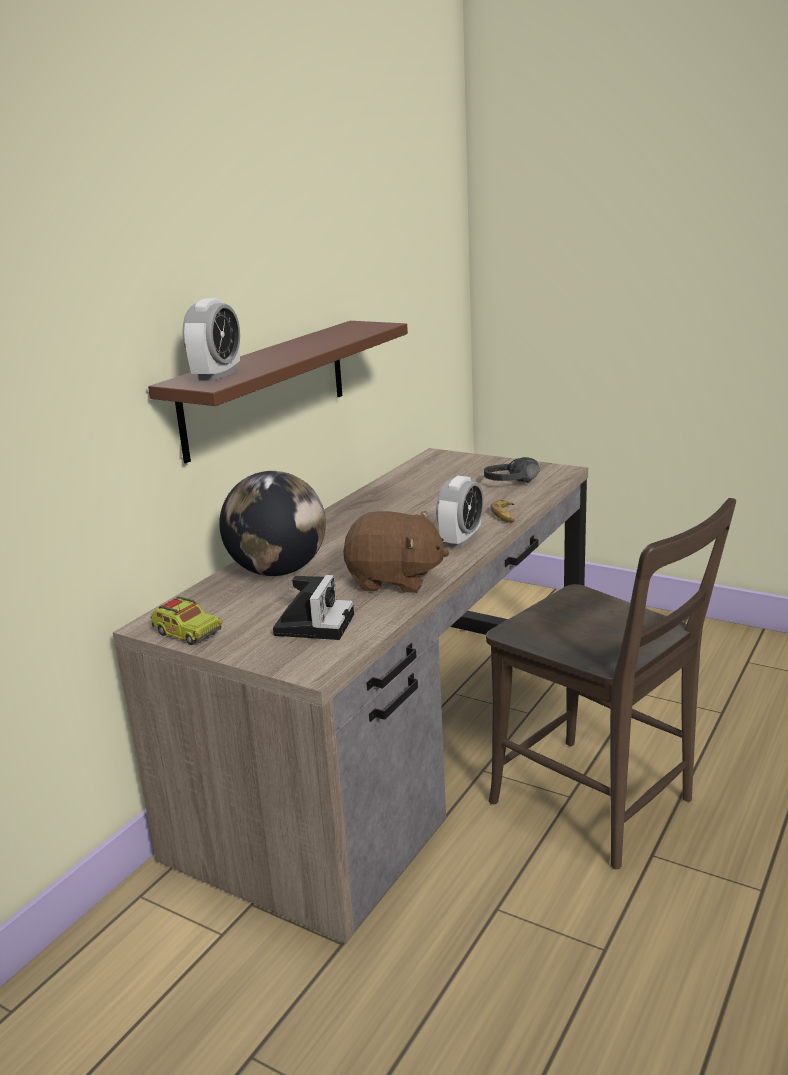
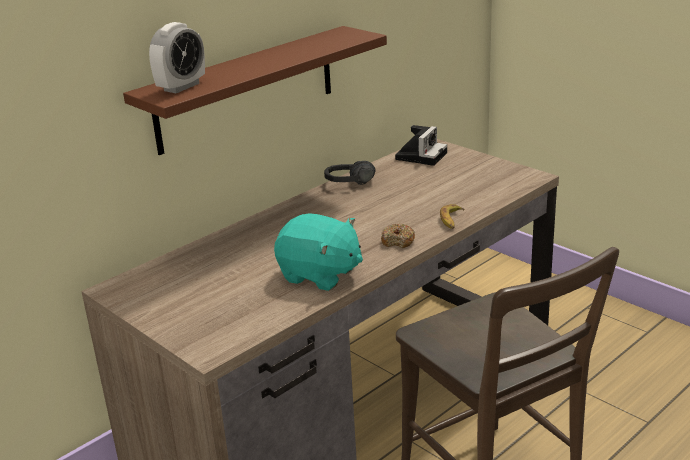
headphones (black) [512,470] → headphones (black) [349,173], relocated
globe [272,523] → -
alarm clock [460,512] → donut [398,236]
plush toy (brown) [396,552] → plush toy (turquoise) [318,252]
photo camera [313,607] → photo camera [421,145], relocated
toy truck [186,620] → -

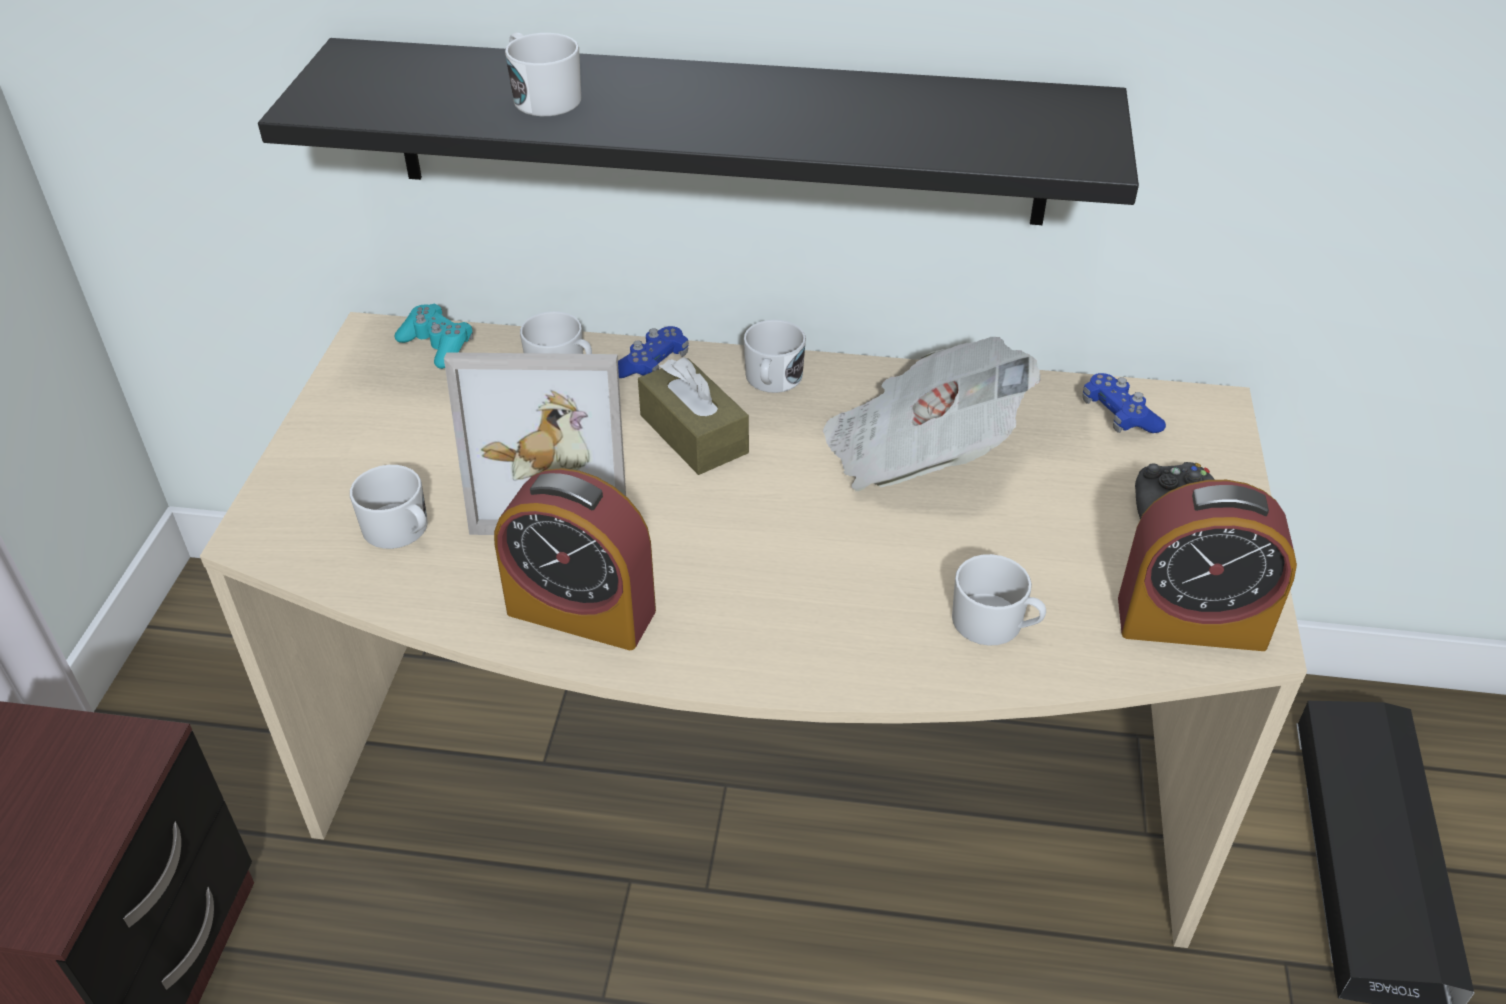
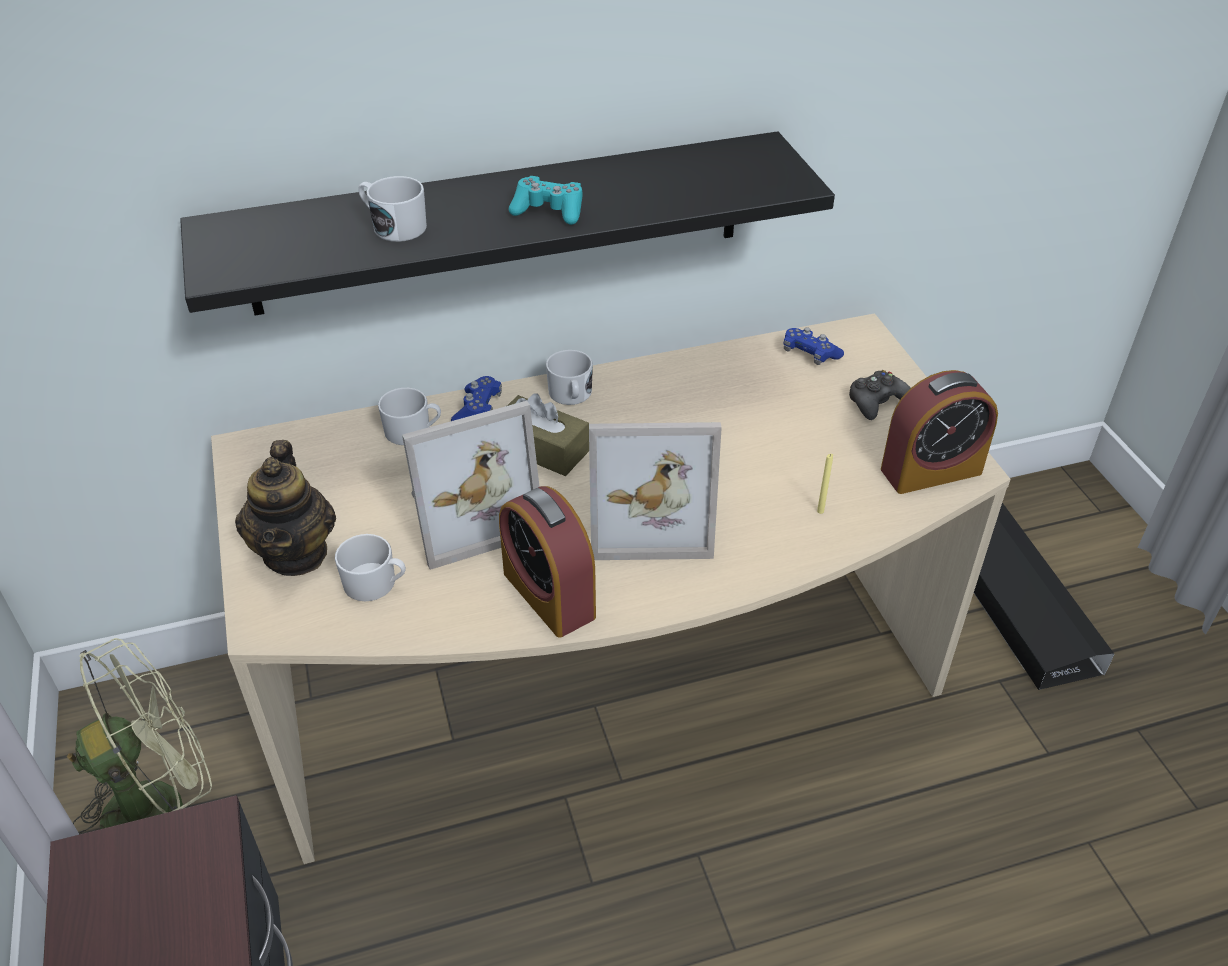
game controller (turquoise) [434,336] → game controller (turquoise) [545,200], relocated
newspaper [931,414] → -
alarm clock [575,559] → alarm clock [547,562], 60 degrees clockwise
mug (white) [999,600] → candle (yellow) [825,484]
- → picture frame [655,491]
- → teapot [285,508]
- → fan (green) [139,735]

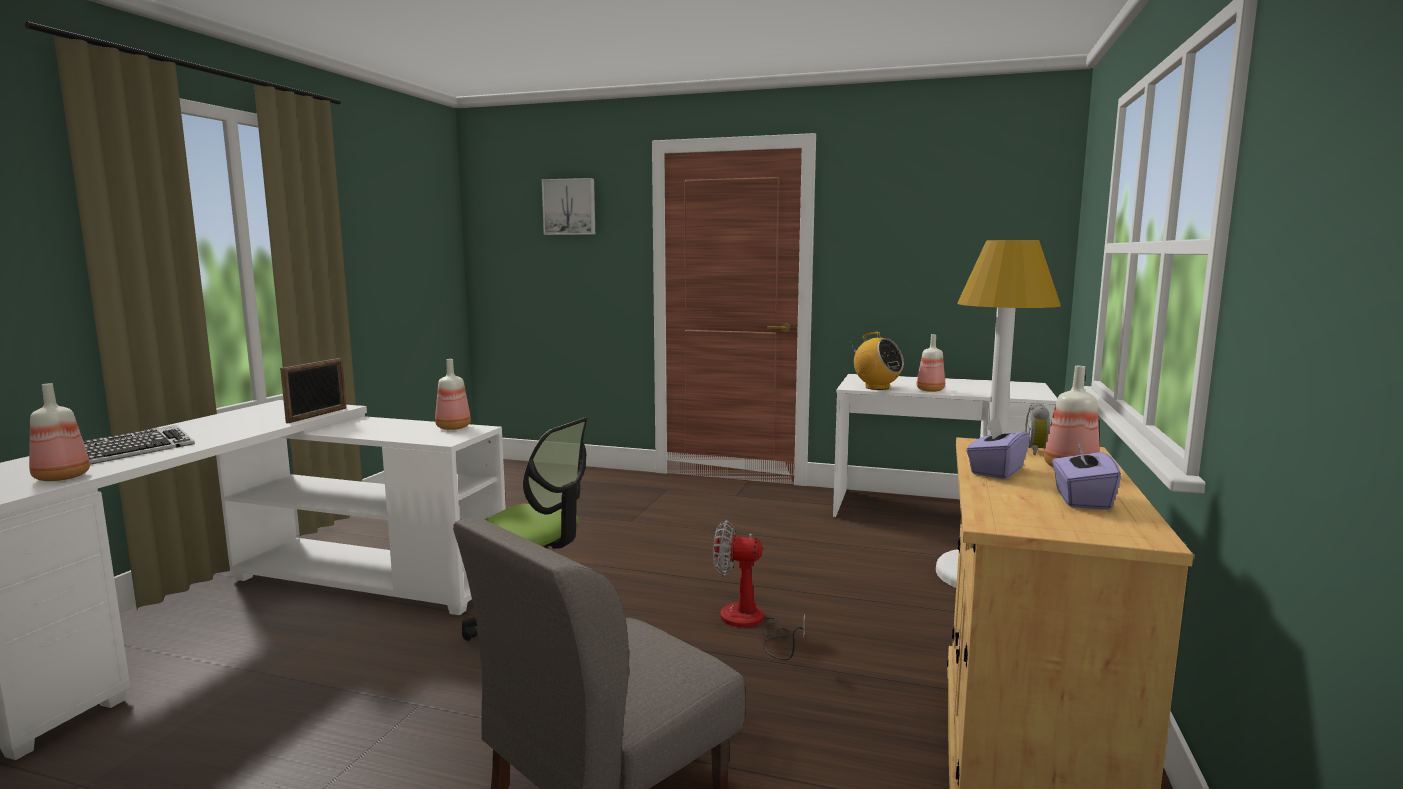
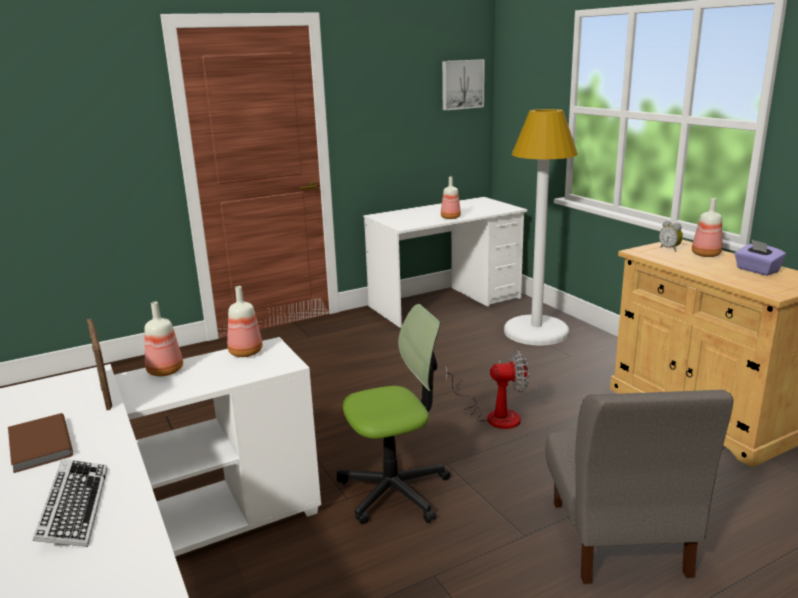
picture [568,206] → picture [463,84], relocated
radio [877,361] → -
bottle [59,432] → bottle [164,339], relocated
tissue box (purple) [998,447] → -
fan [759,590] → fan [487,389], 150 degrees counterclockwise
- → book (brown) [40,443]

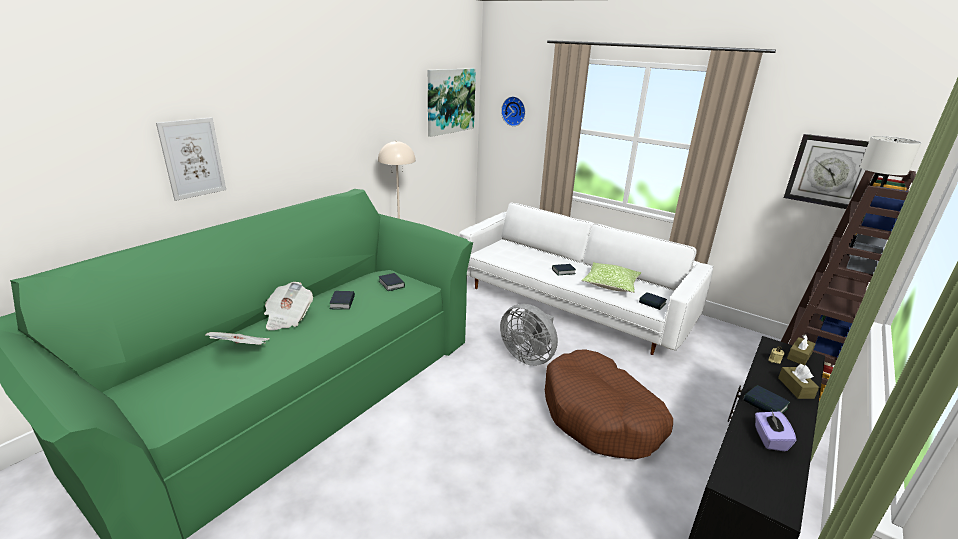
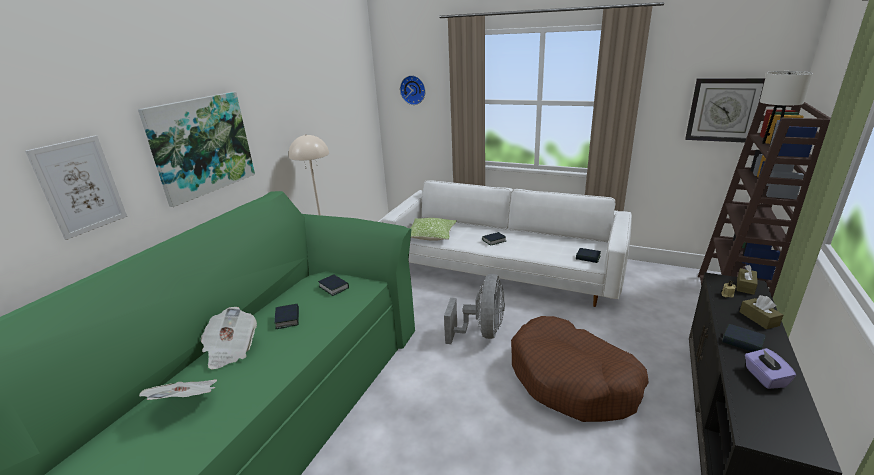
picture [452,102] → picture [196,149], relocated
pillow [611,277] → pillow [434,229], relocated
fan (grey) [529,335] → fan (grey) [474,309], 105 degrees counterclockwise

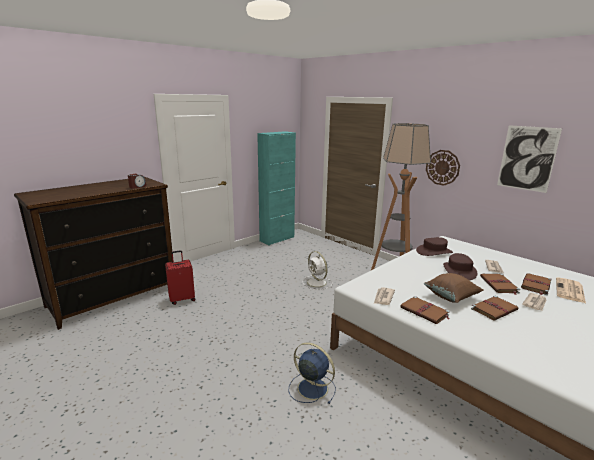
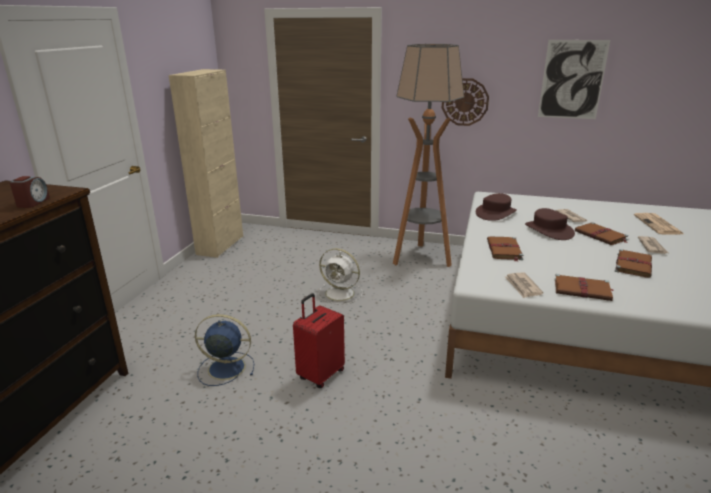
cabinet (turquoise) [276,188] → cabinet (beige) [206,163]
suitcase (red) [180,277] → suitcase (red) [319,341], relocated
pillow (brown) [454,288] → -
book (brown) [536,284] → book (brown) [505,249], relocated
fan (blue) [312,373] → fan (blue) [224,350], relocated

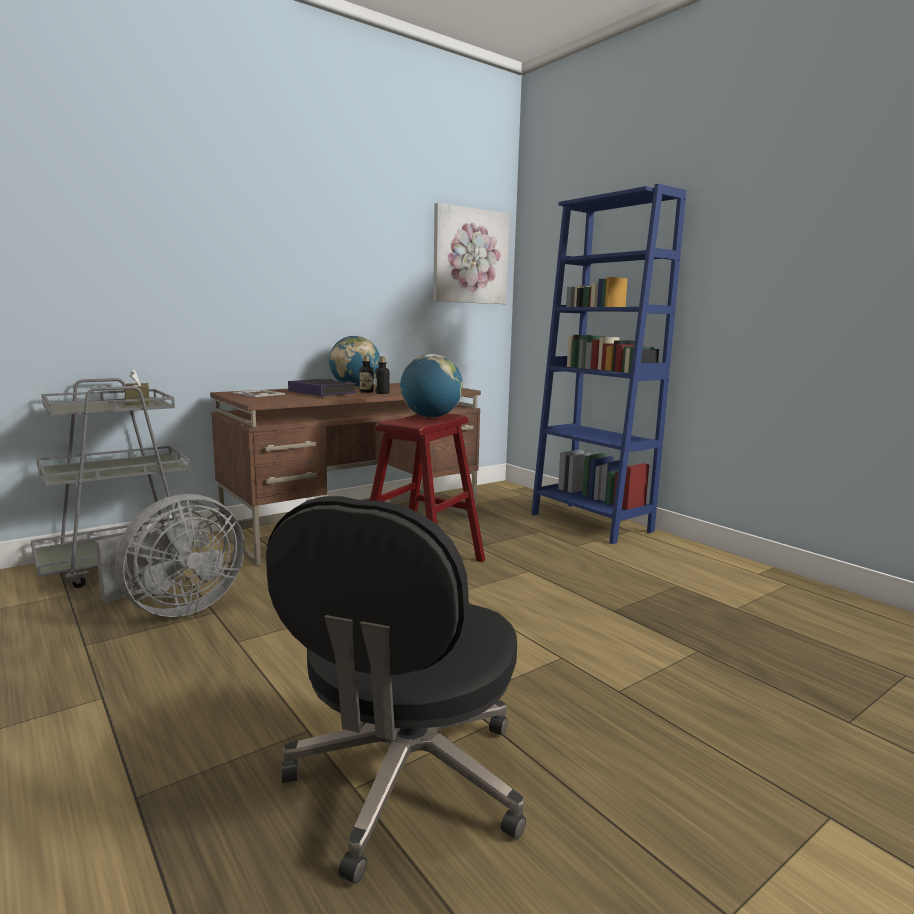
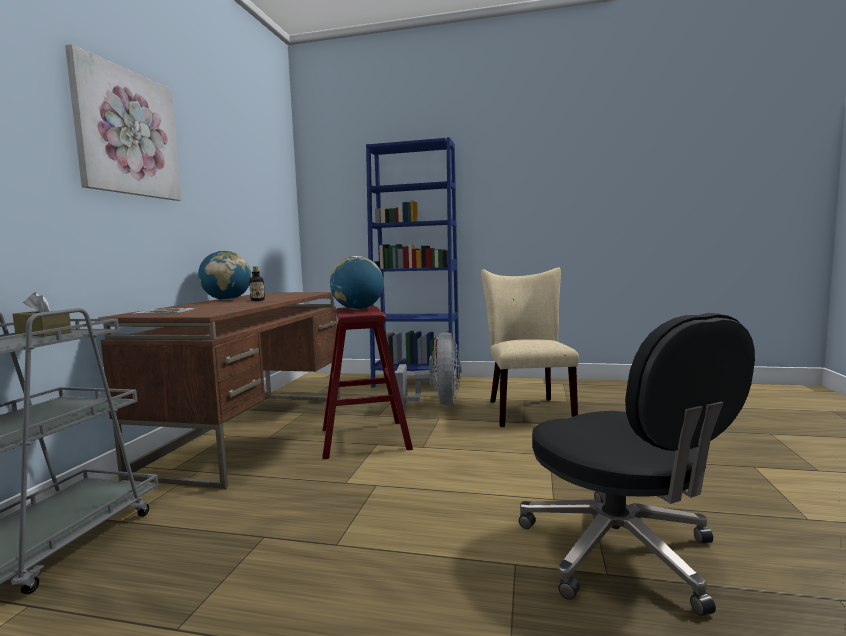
picture [471,253] → picture [123,122], relocated
bottle [382,375] → -
book [322,387] → -
fan (grey) [170,555] → fan (grey) [428,371], relocated
- → chair (beige) [530,347]

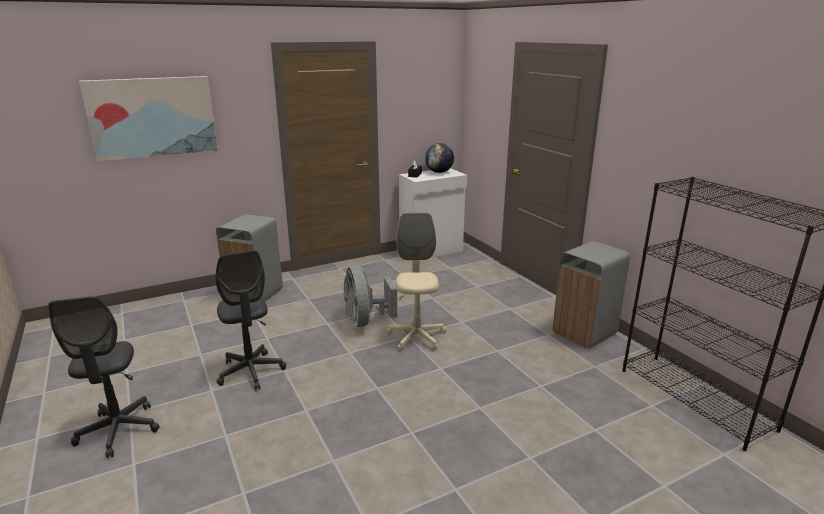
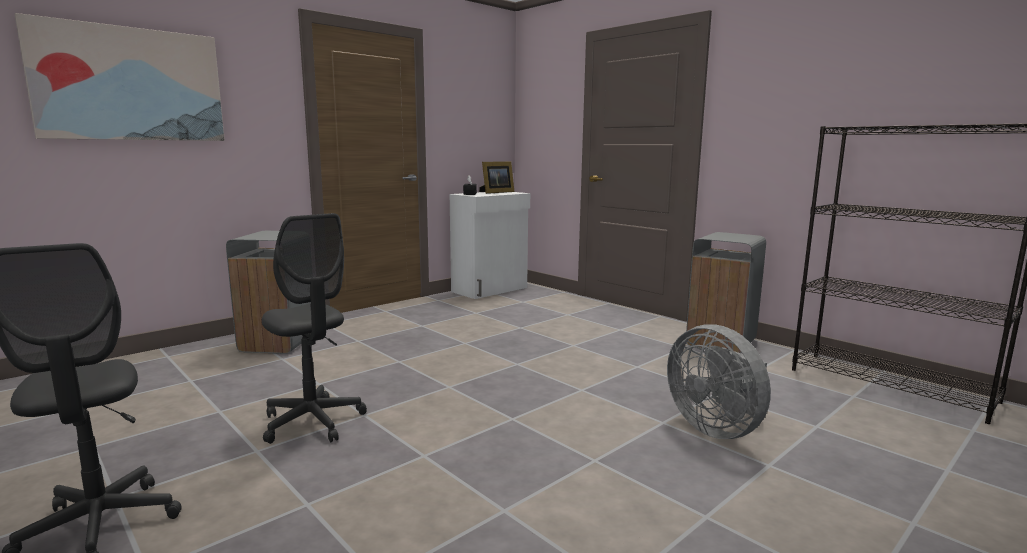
globe [439,158] → picture frame [496,177]
office chair (beige) [416,282] → -
fan (grey) [370,296] → fan (grey) [719,381], relocated

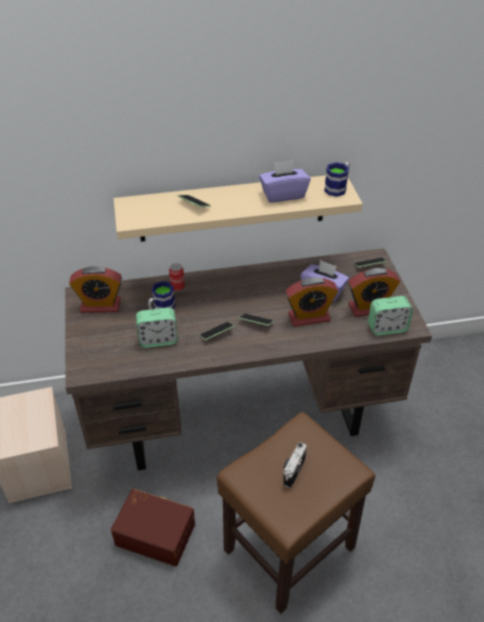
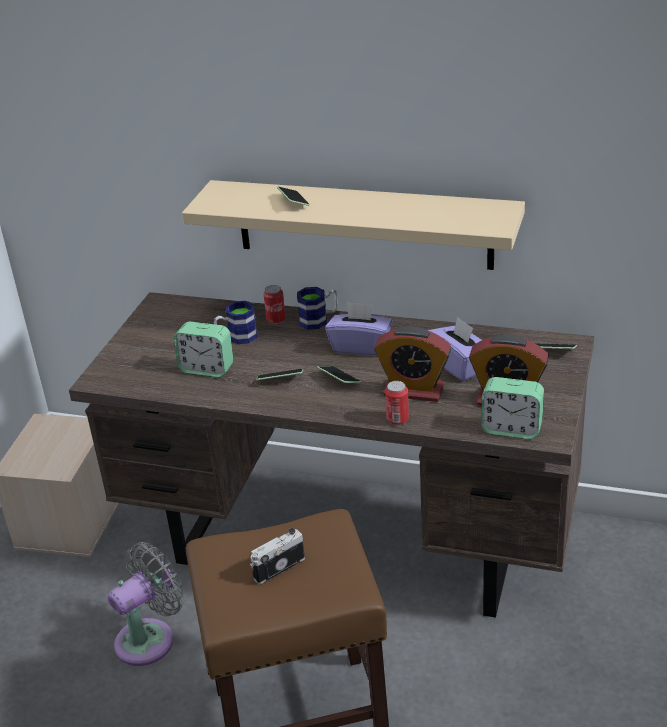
tissue box (purple) [285,181] → tissue box (purple) [358,329], relocated
mug [337,179] → mug [317,308], relocated
alarm clock [95,289] → -
storage box (brown) [153,527] → fan (grey) [146,604]
- → can [397,403]

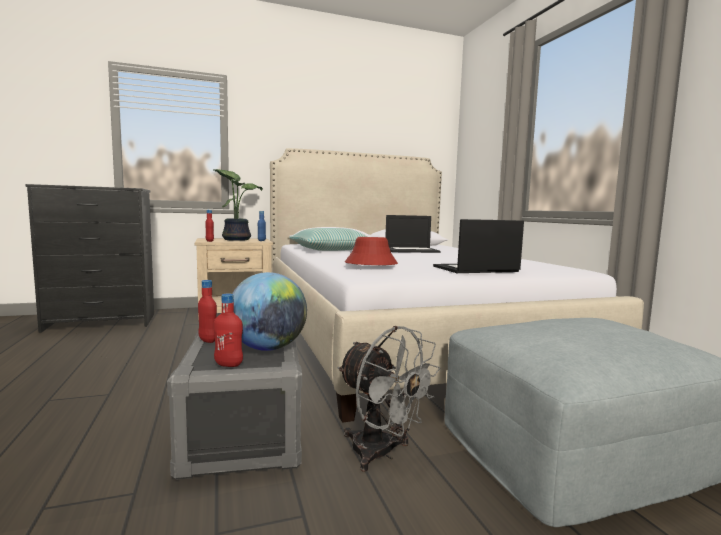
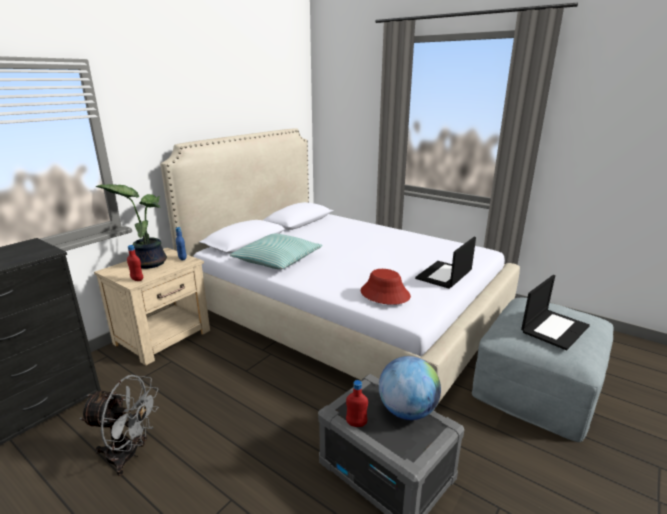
laptop [413,234] → laptop [555,312], relocated
bottle (red) [228,330] → -
fan (grey) [388,399] → fan (grey) [119,425], relocated

